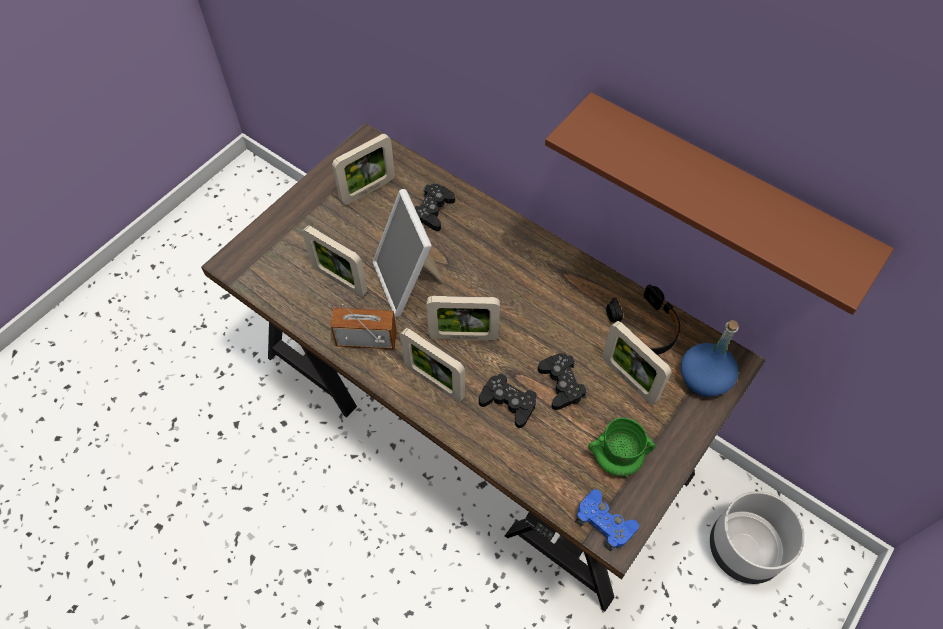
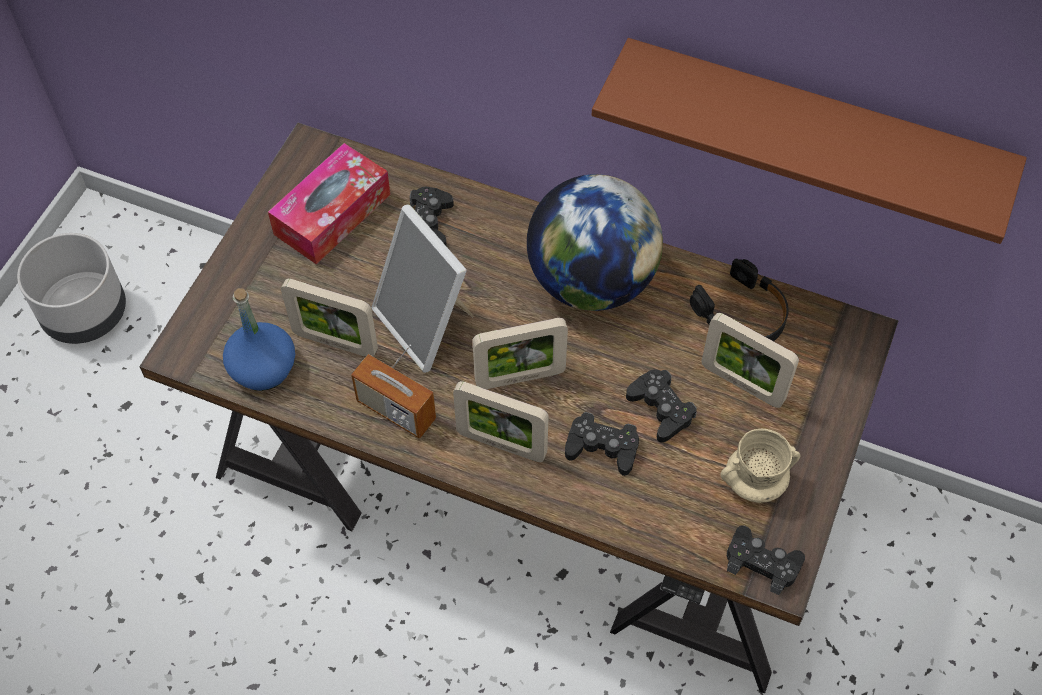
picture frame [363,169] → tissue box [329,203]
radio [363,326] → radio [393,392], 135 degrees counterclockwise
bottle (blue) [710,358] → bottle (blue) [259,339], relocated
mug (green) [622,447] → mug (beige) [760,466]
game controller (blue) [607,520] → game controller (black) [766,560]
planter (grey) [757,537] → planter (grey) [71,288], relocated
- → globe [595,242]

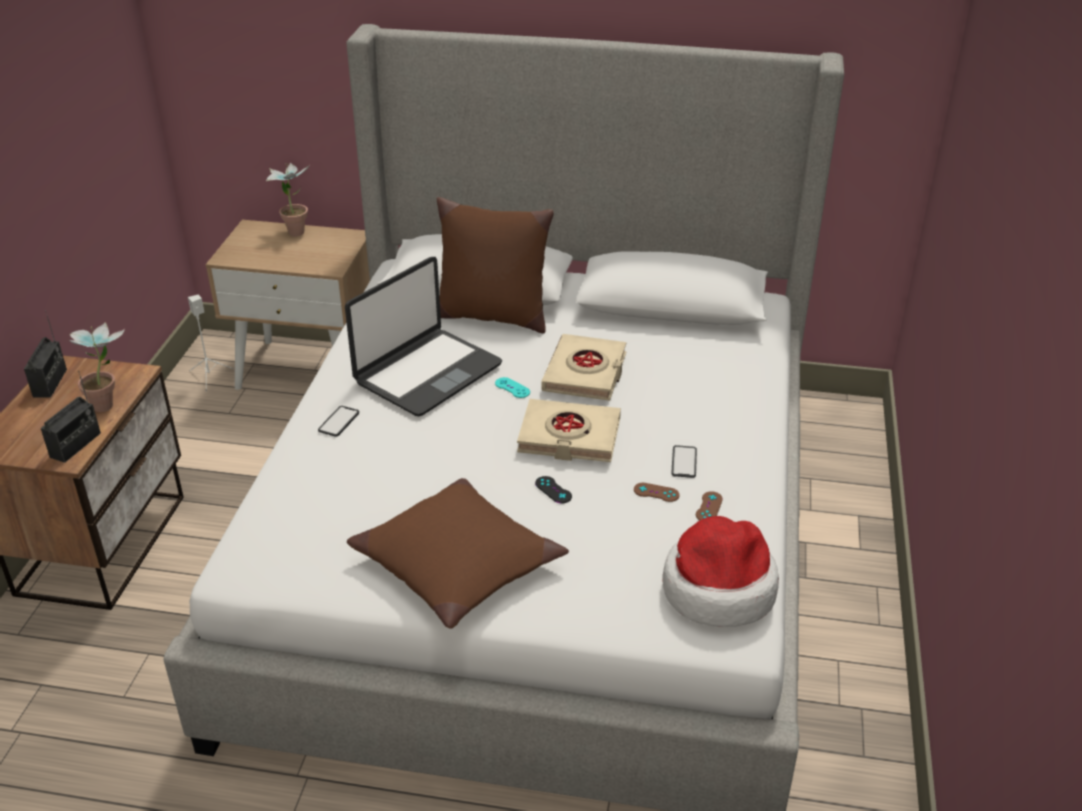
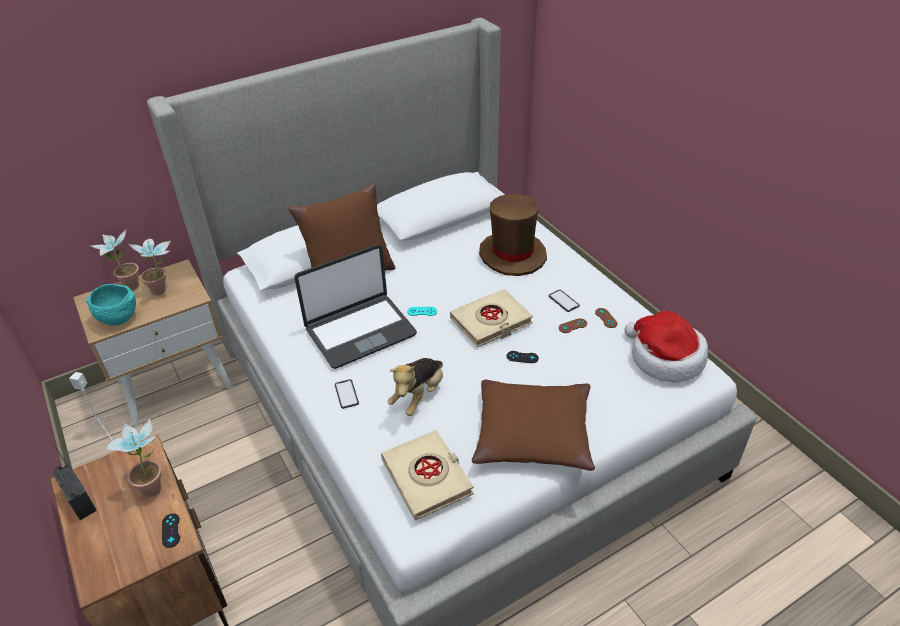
laptop [423,336] → laptop [356,306], 60 degrees clockwise
book (beige) [584,367] → book (beige) [427,475], relocated
radio [71,417] → game controller (black) [171,530]
- → hat (brown) [513,235]
- → potted plant [150,267]
- → bowl (turquoise) [111,304]
- → plush toy [415,387]

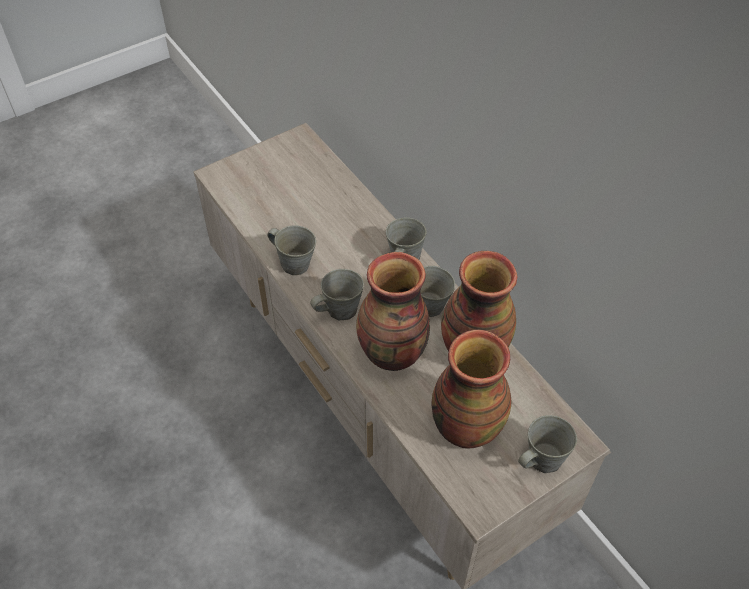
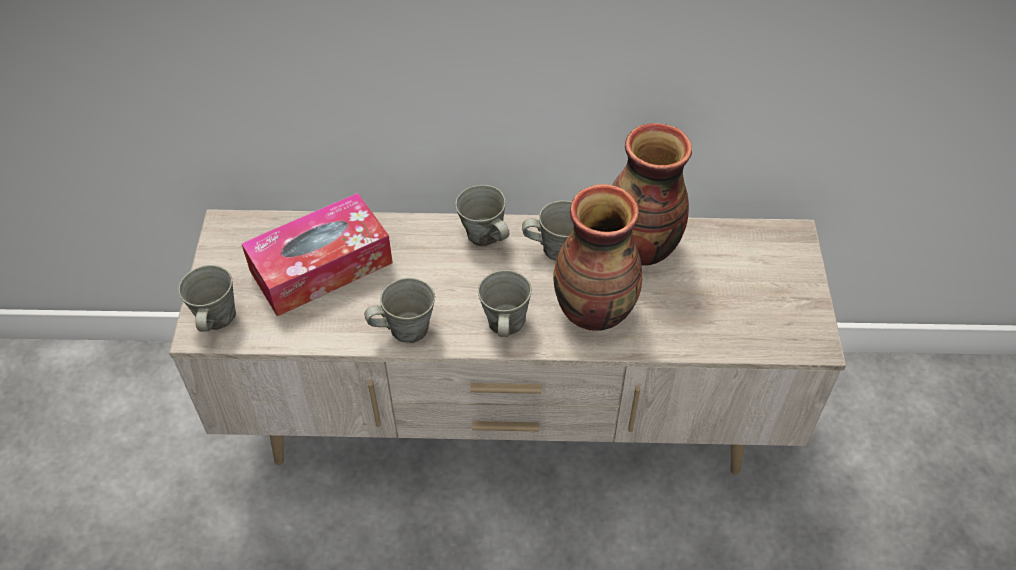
vase [471,389] → -
mug (grey) [547,444] → mug (grey) [207,298], relocated
- → tissue box [317,255]

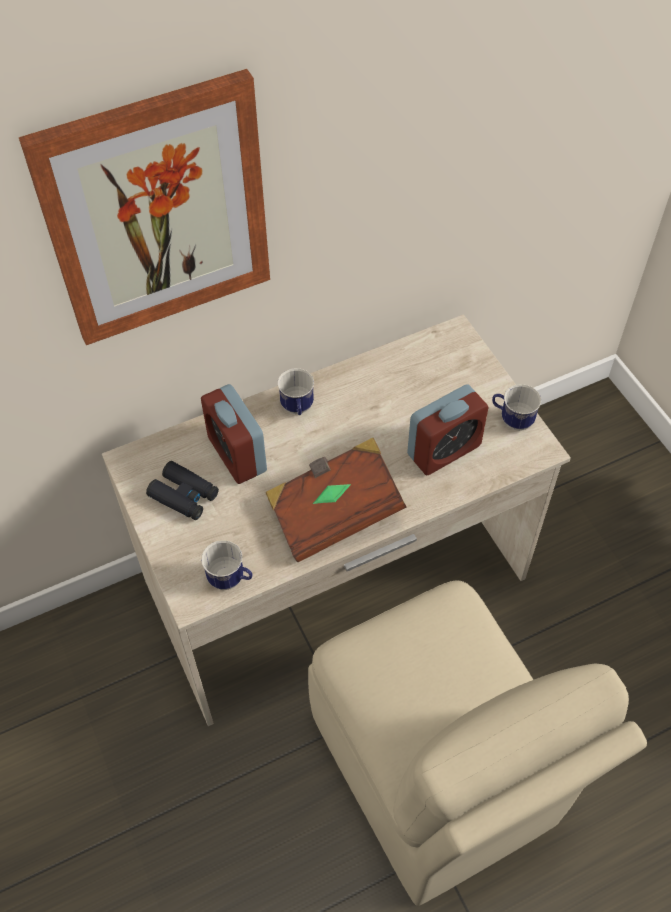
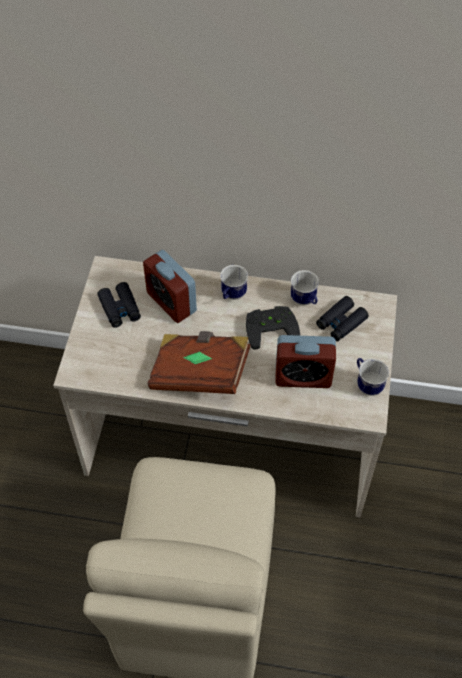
picture [144,207] → -
alarm clock [234,434] → alarm clock [170,286], 45 degrees counterclockwise
mug [226,565] → mug [305,287], relocated
- → binoculars (black) [342,318]
- → game controller (black) [273,328]

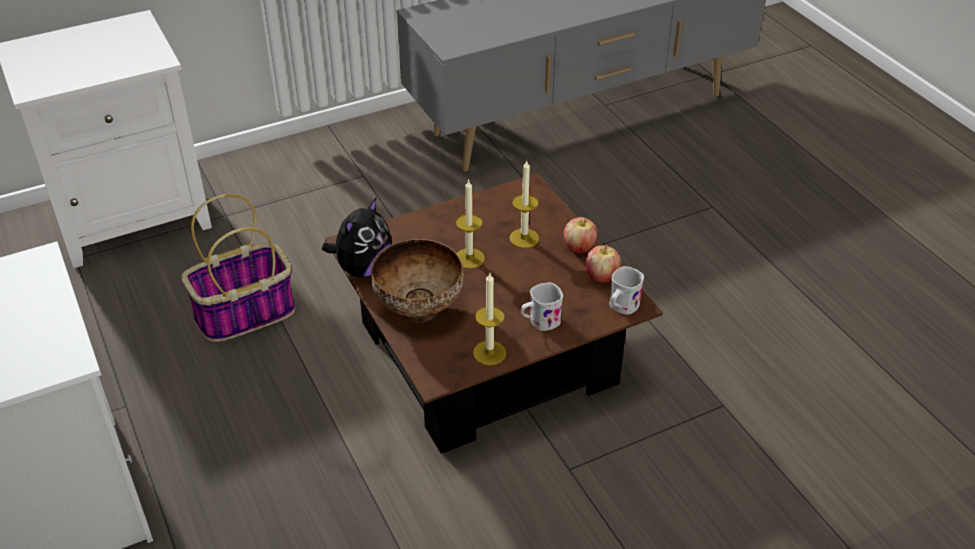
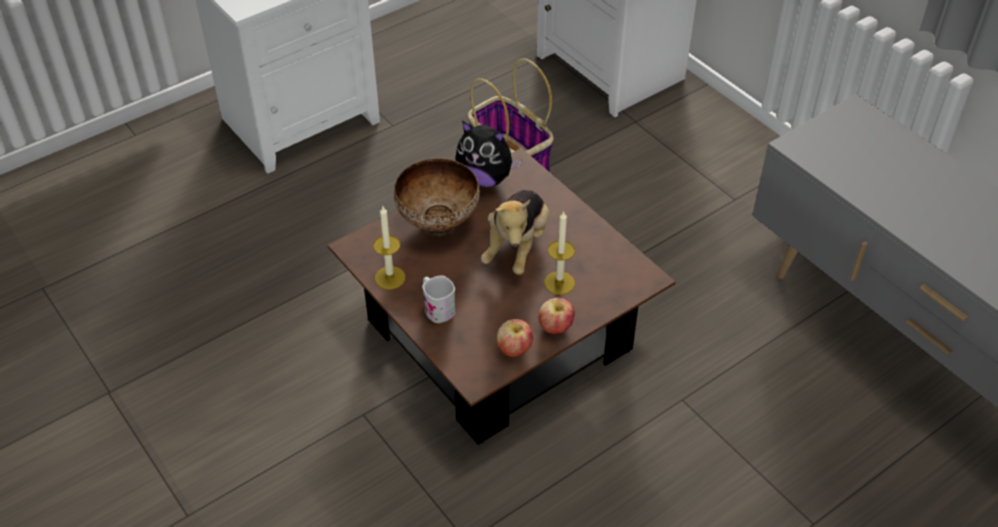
candle [470,224] → plush toy [515,232]
mug (white) [626,290] → -

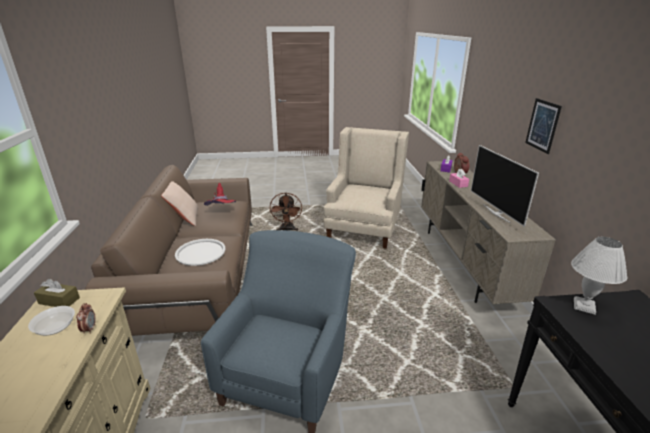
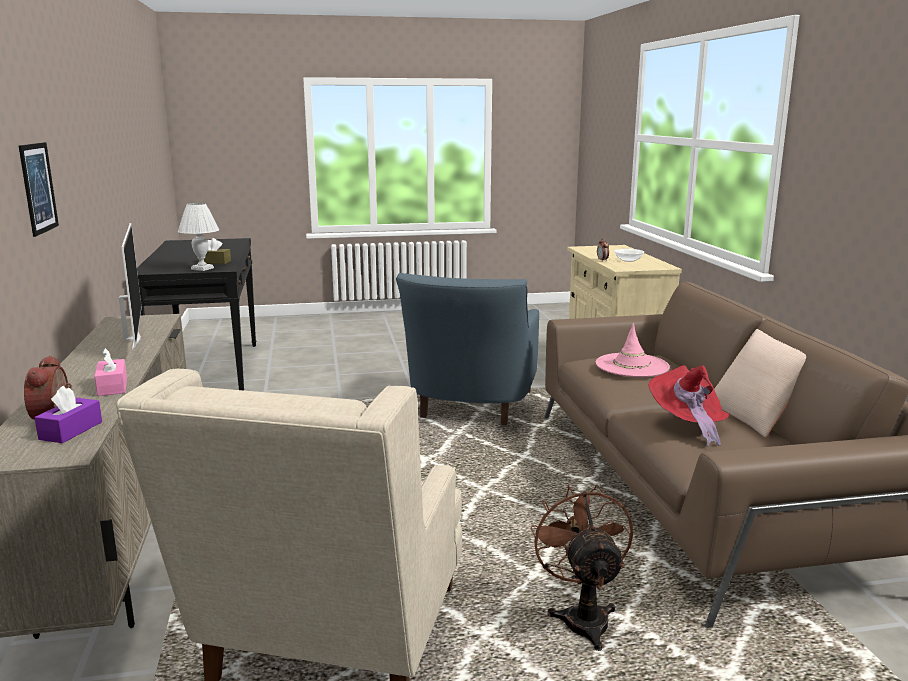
tray (white) [200,252] → hat (pink) [633,350]
tissue box (brown) [57,293] → tissue box (brown) [214,251], relocated

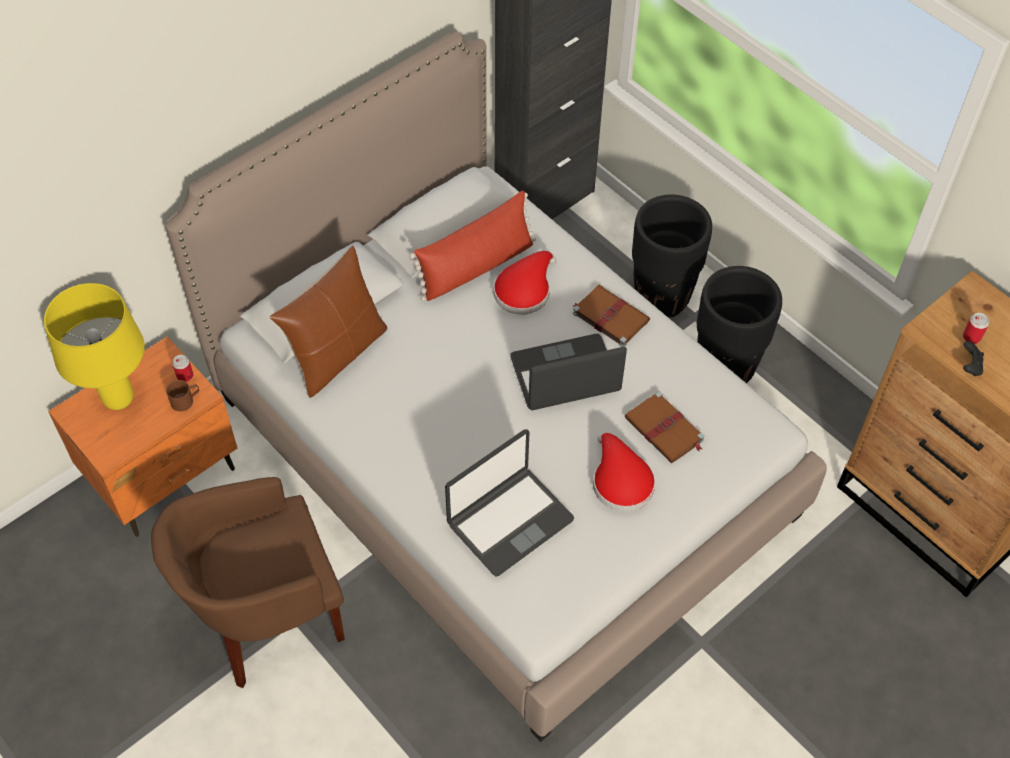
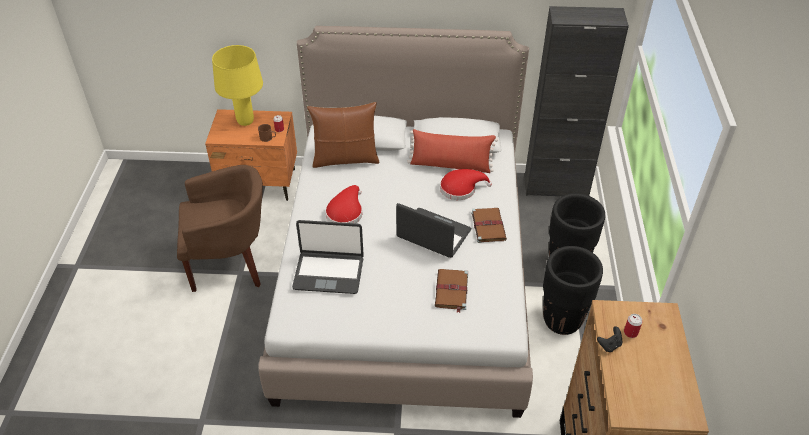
hat (red) [624,472] → hat (red) [343,204], relocated
armchair (brown) [248,582] → armchair (brown) [220,228], 150 degrees clockwise

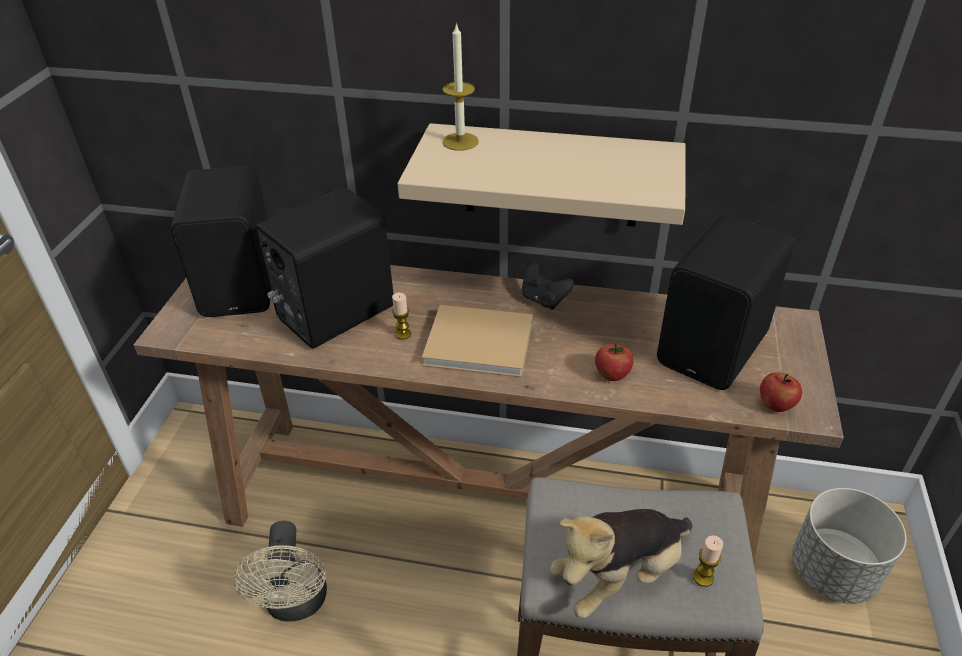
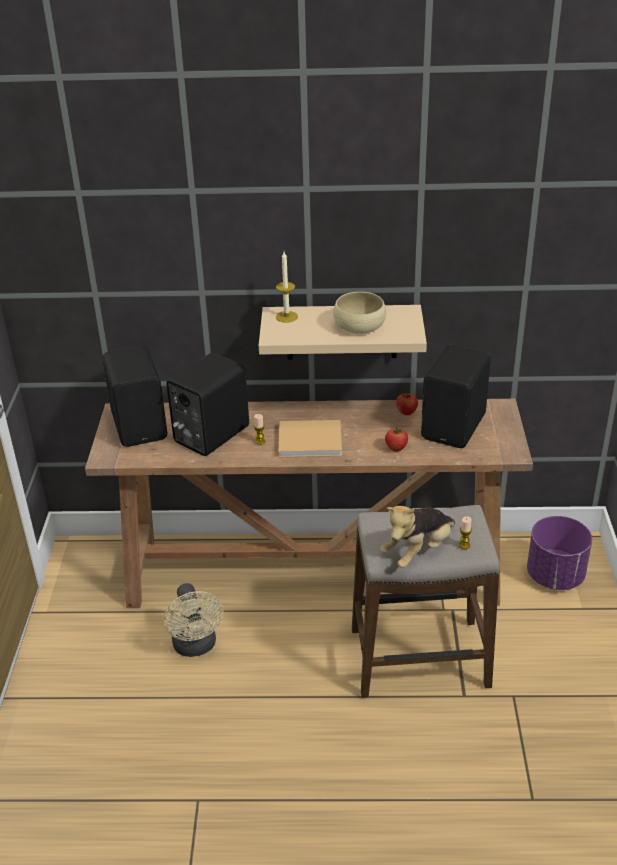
game controller (black) [548,286] → -
apple [781,392] → apple [407,403], relocated
planter (grey) [849,546] → planter (purple) [559,553]
- → bowl (beige) [359,313]

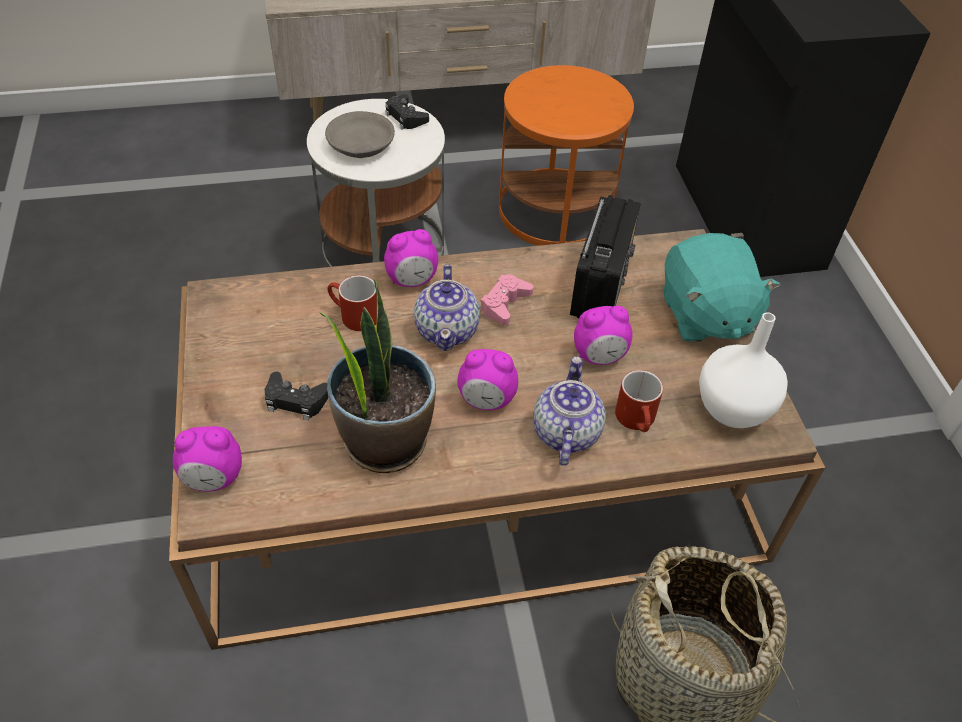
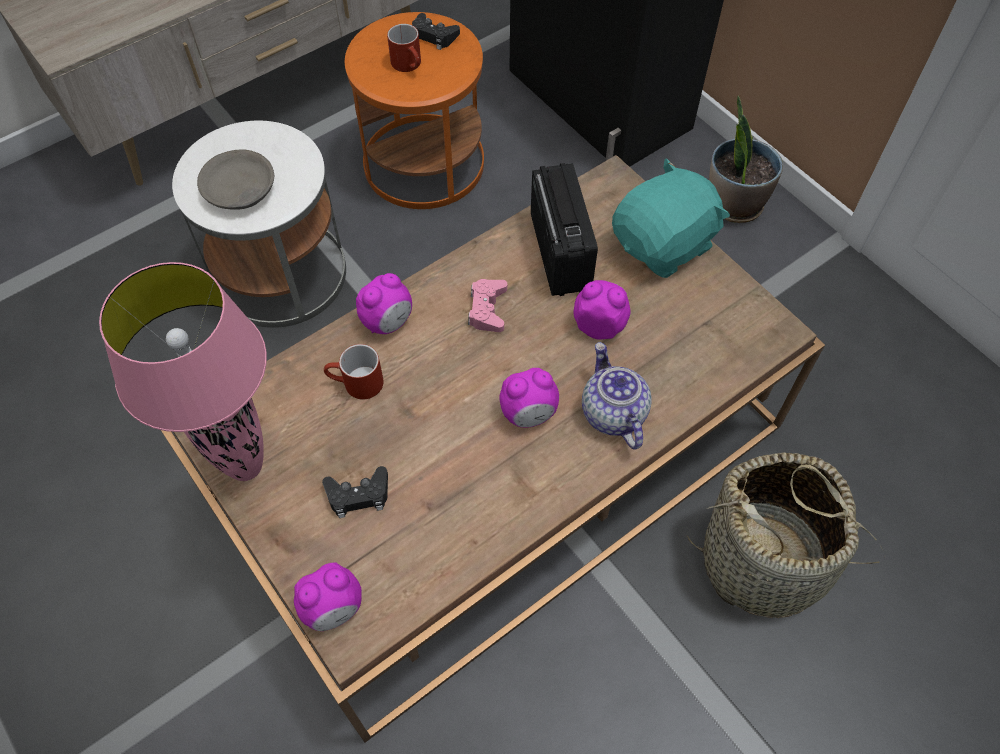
game controller (black) [407,112] → game controller (black) [436,31], relocated
plush toy (turquoise) [722,288] → plush toy (turquoise) [671,218], 90 degrees counterclockwise
teapot [447,307] → -
potted plant [377,376] → potted plant [746,159], relocated
alarm clock [603,335] → alarm clock [602,309], 120 degrees counterclockwise
vase (white) [743,370] → -
mug (red) [639,401] → mug (red) [404,48], relocated
- → table lamp (pink) [183,371]

